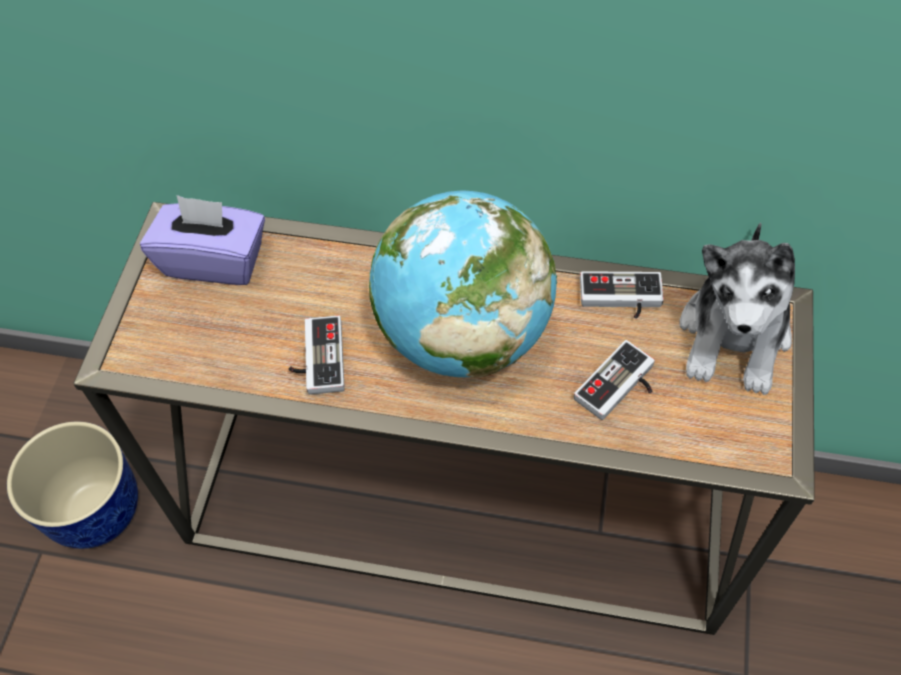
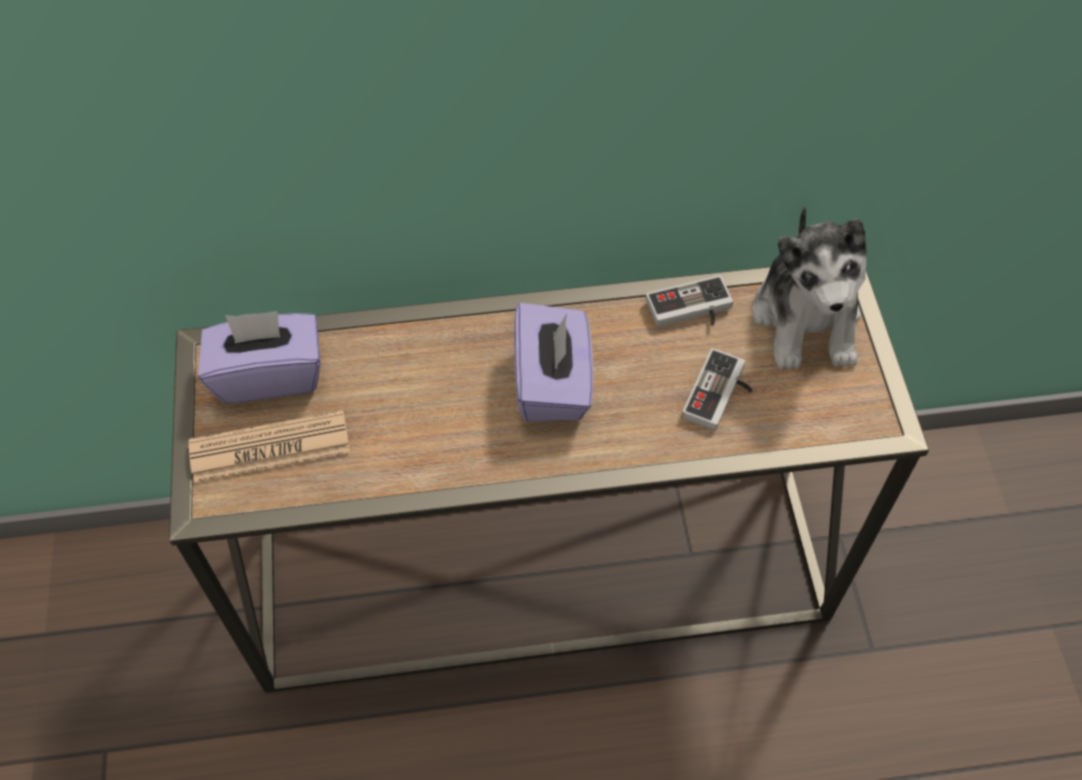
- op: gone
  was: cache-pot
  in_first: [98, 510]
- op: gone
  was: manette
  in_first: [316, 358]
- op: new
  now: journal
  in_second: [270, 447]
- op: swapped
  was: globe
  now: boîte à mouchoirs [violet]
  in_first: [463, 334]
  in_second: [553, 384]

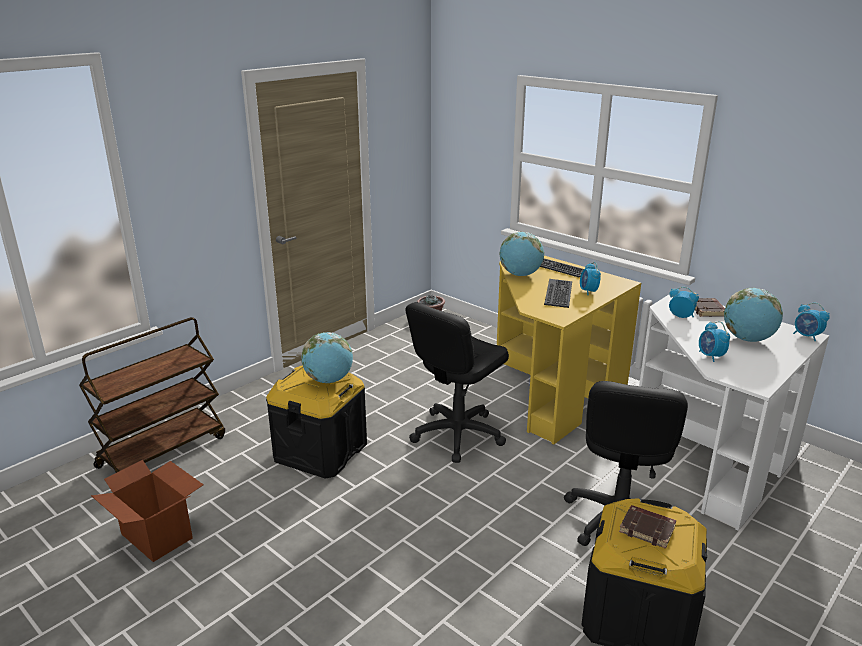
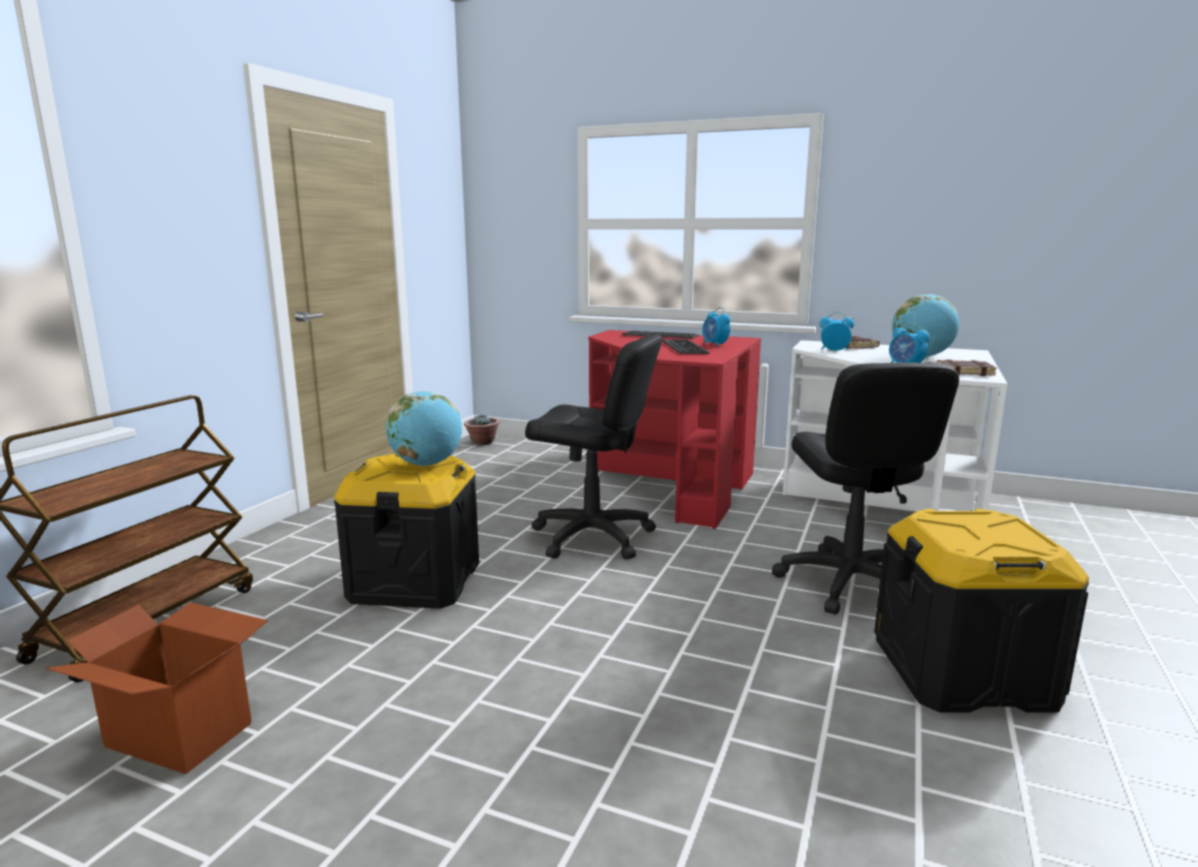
- op: gone
  was: globe
  in_first: [520, 275]
- op: gone
  was: réveil
  in_first: [806, 336]
- op: shifted
  was: livre [marron]
  in_first: [648, 529]
  in_second: [965, 372]
- op: repainted
  was: bureau [jaune]
  now: bureau [rouge]
  in_first: [549, 390]
  in_second: [669, 484]
- op: rotated
  was: chaise de bureau [noir]
  in_first: [457, 434]
  in_second: [592, 537]
  clockwise: -90

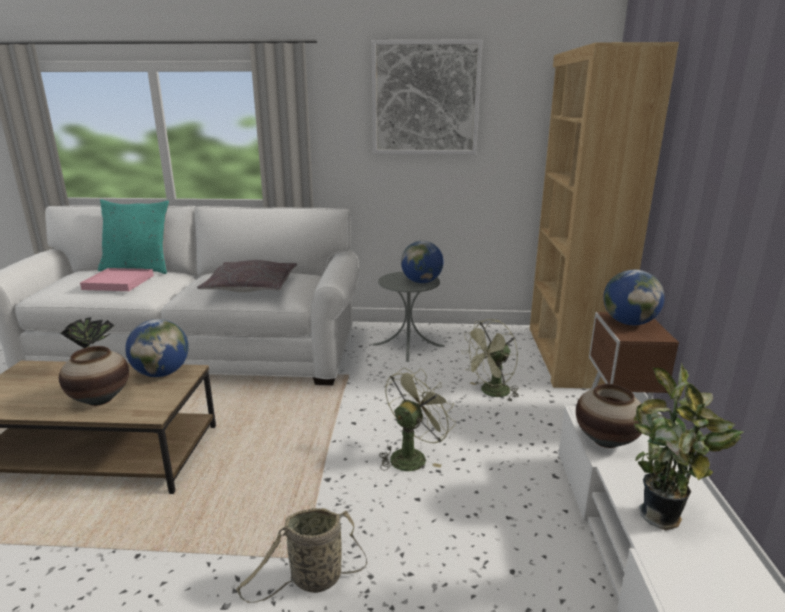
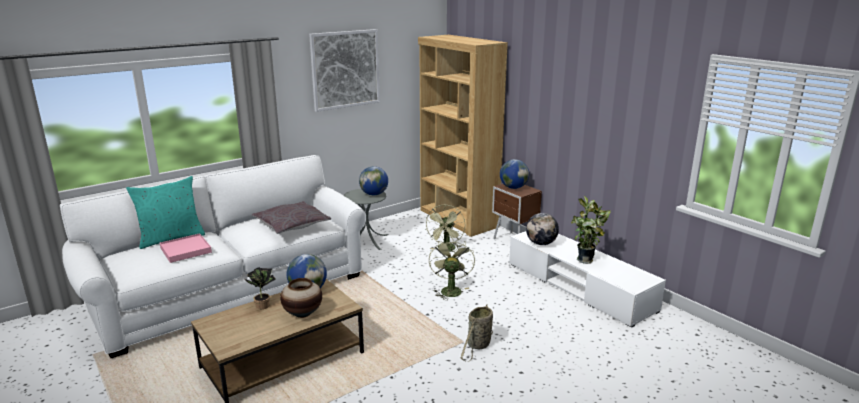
- op: swapped
  was: vase
  now: globe
  in_first: [605, 441]
  in_second: [541, 243]

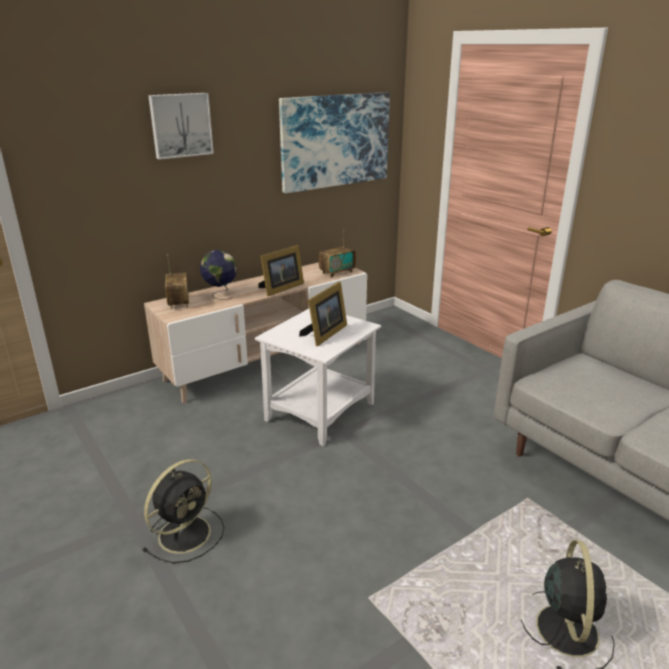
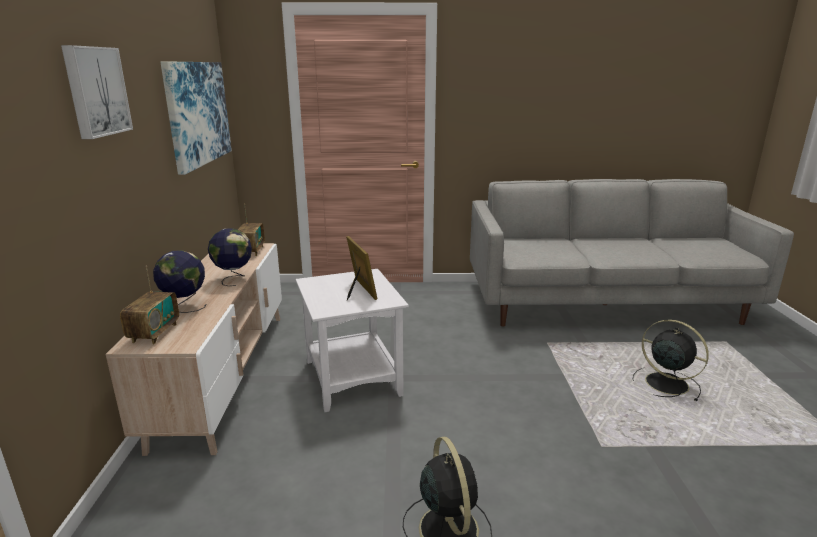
- op: swapped
  was: cadre photo
  now: globe
  in_first: [280, 288]
  in_second: [234, 279]
- op: rotated
  was: radio
  in_first: [178, 302]
  in_second: [154, 333]
  clockwise: 75

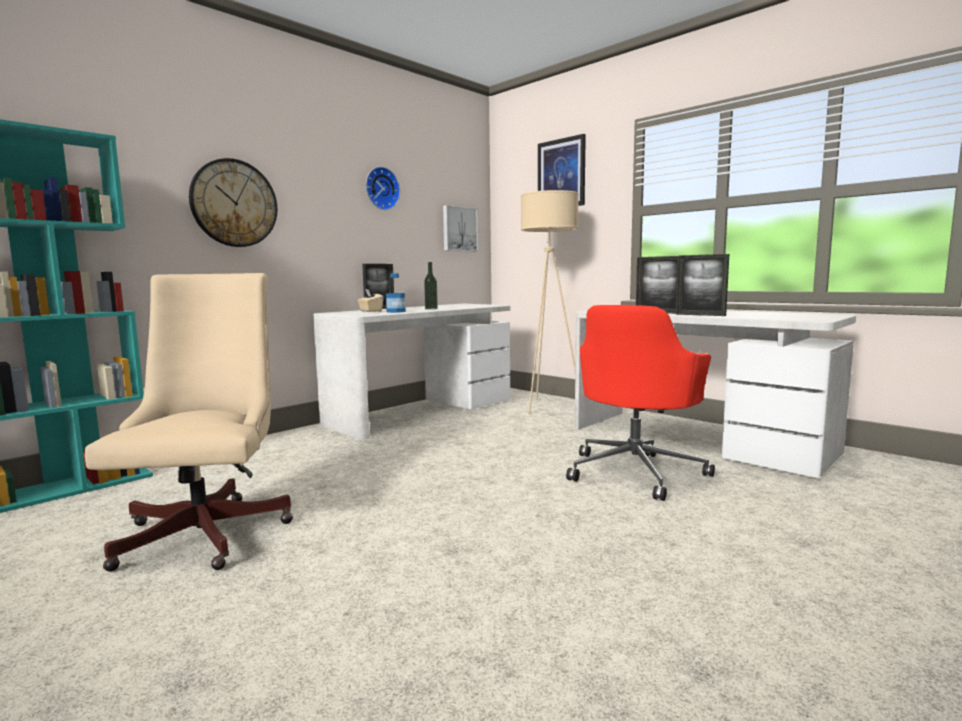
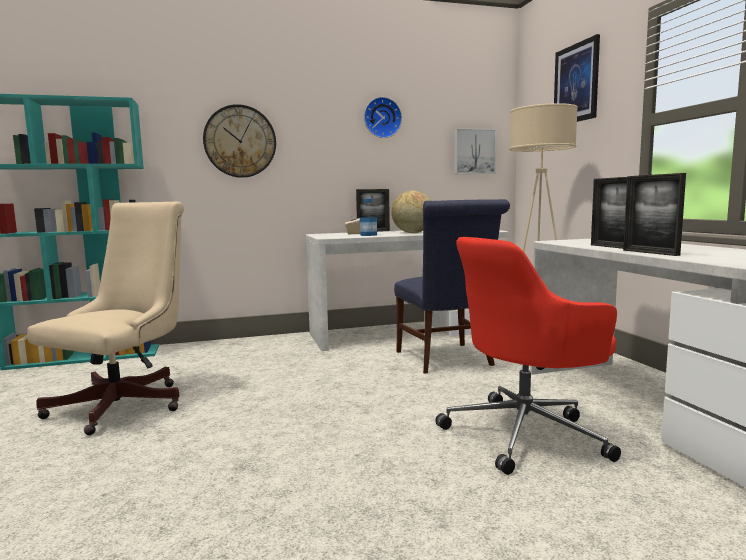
- op: new
  now: chaise [bleu]
  in_second: [447, 360]
- op: swapped
  was: bouteille
  now: globe
  in_first: [431, 309]
  in_second: [412, 233]

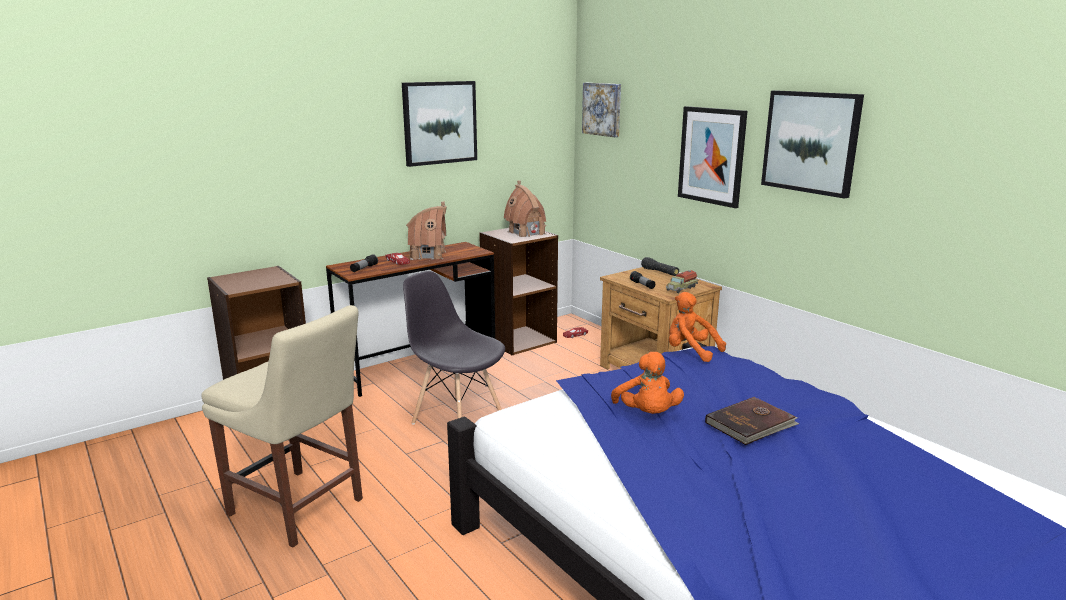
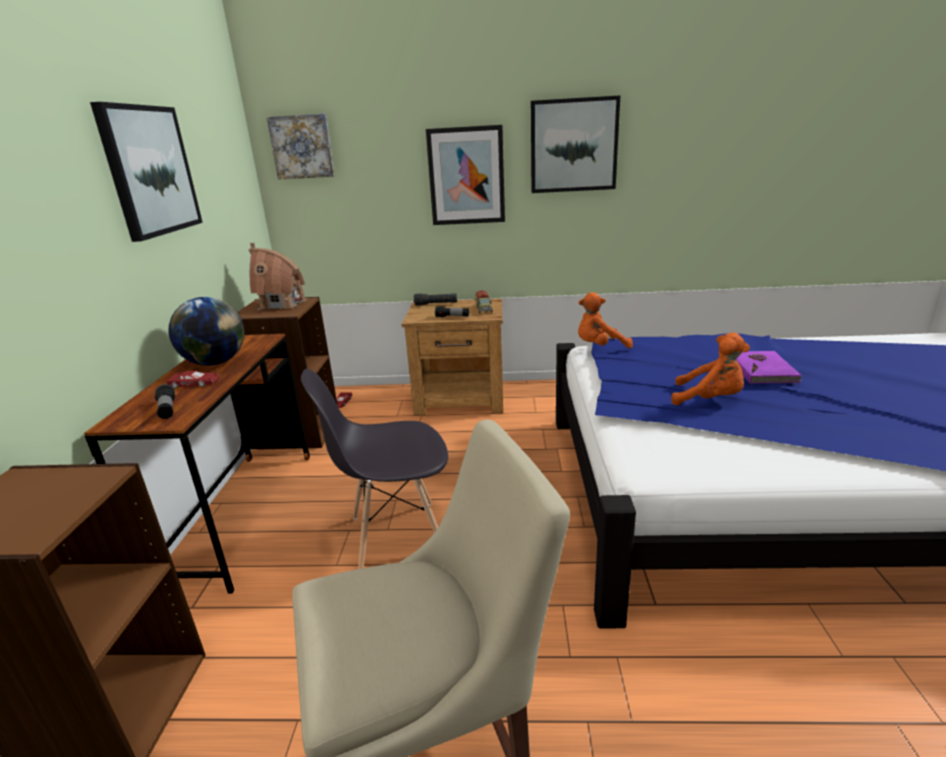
- op: swapped
  was: maison miniature
  now: globe
  in_first: [428, 255]
  in_second: [215, 362]
- op: repainted
  was: livre [marron]
  now: livre [violet]
  in_first: [751, 424]
  in_second: [762, 370]

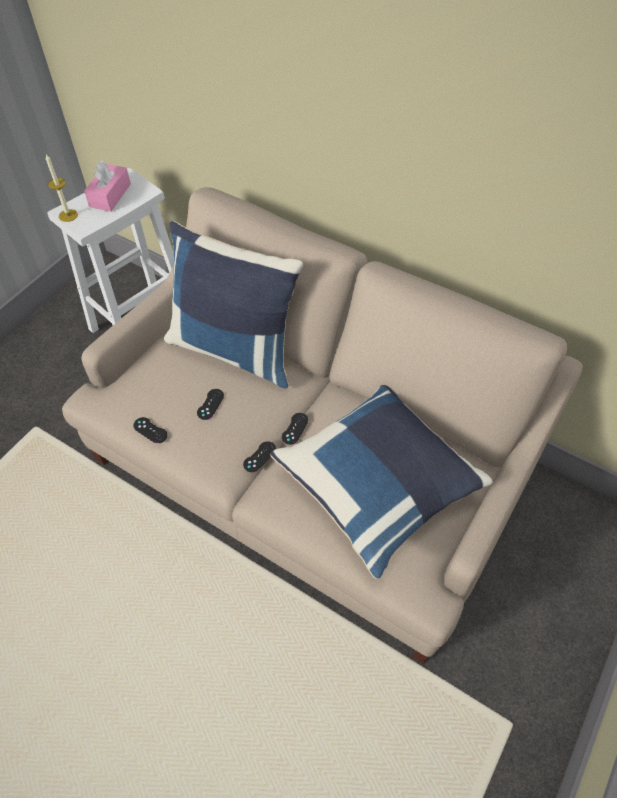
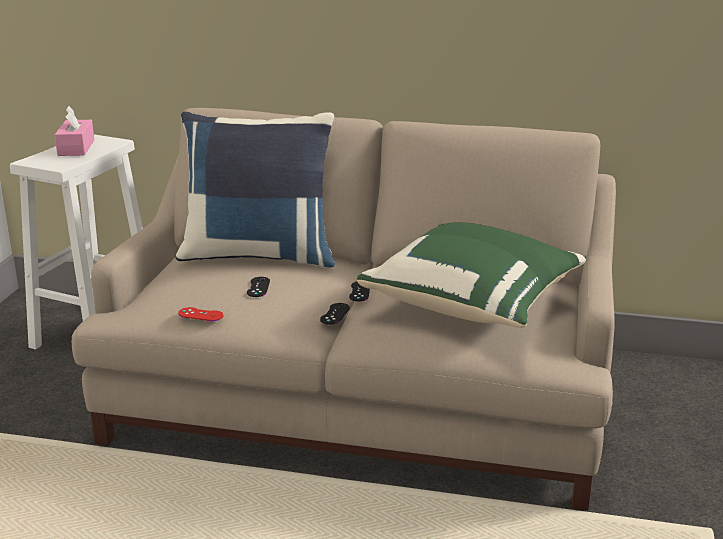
- op: gone
  was: bougie
  in_first: [68, 215]
- op: repainted
  was: manette [noir]
  now: manette [rouge]
  in_first: [150, 430]
  in_second: [200, 314]
- op: repainted
  was: coussin [bleu]
  now: coussin [vert]
  in_first: [378, 486]
  in_second: [474, 304]

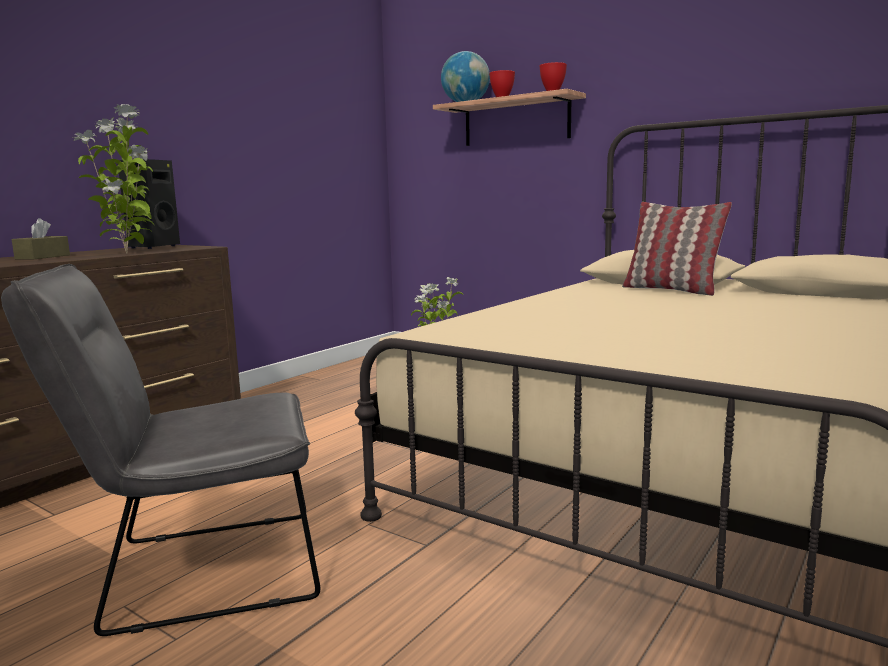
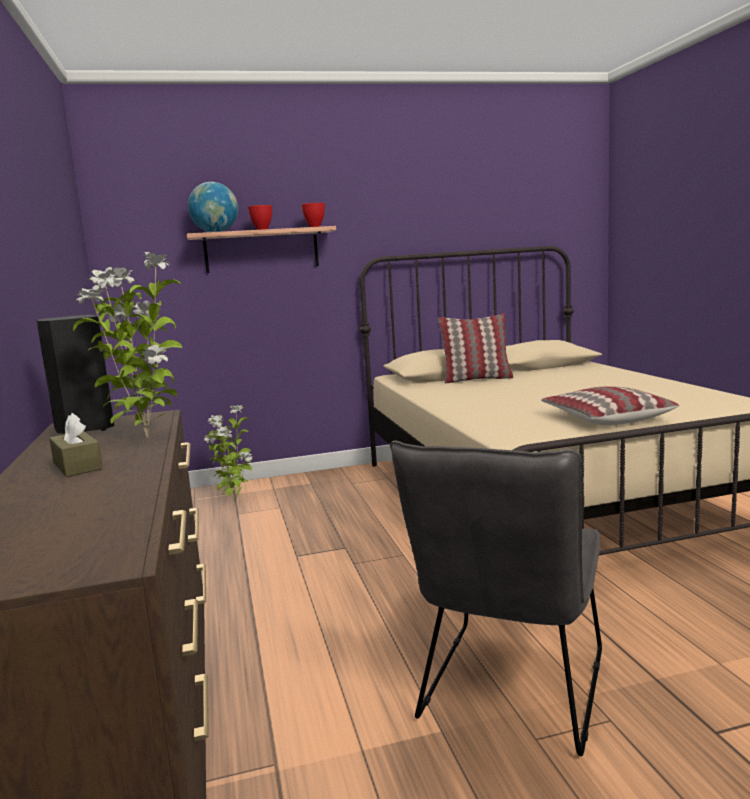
- op: new
  now: coussin
  in_second: [606, 418]

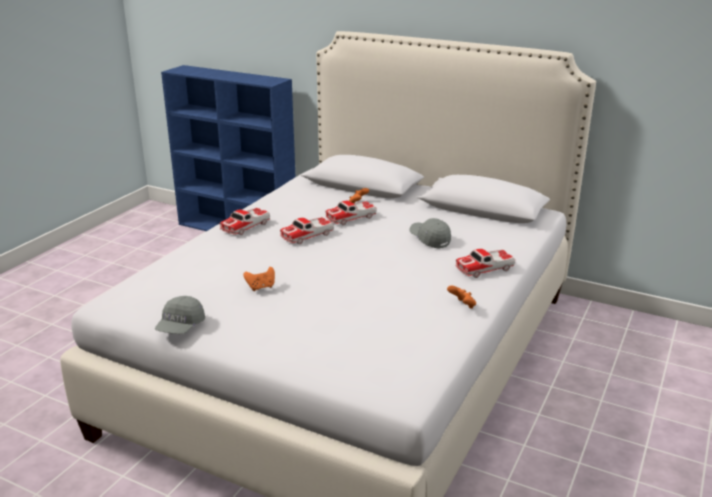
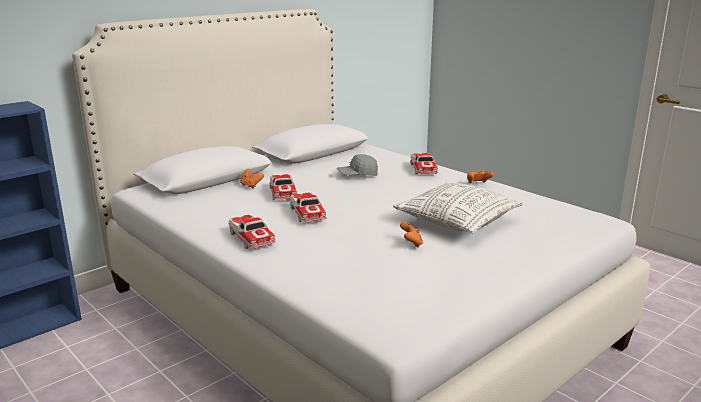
- op: gone
  was: casquette [gris]
  in_first: [180, 327]
- op: new
  now: coussin
  in_second: [457, 221]

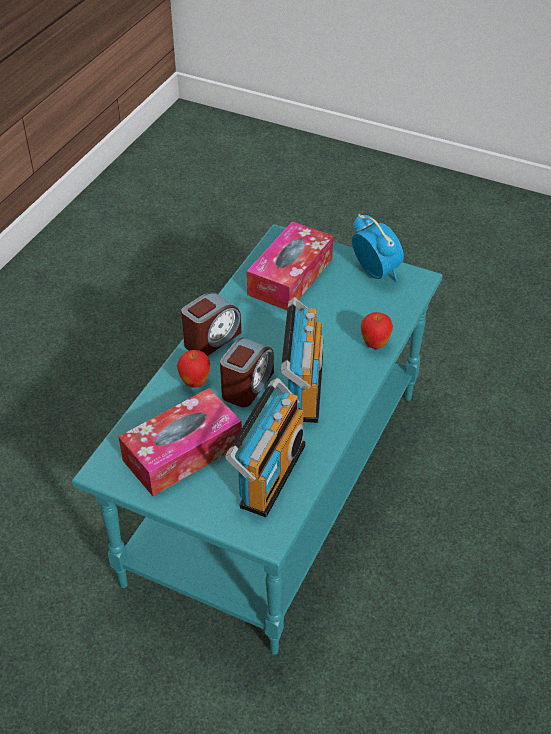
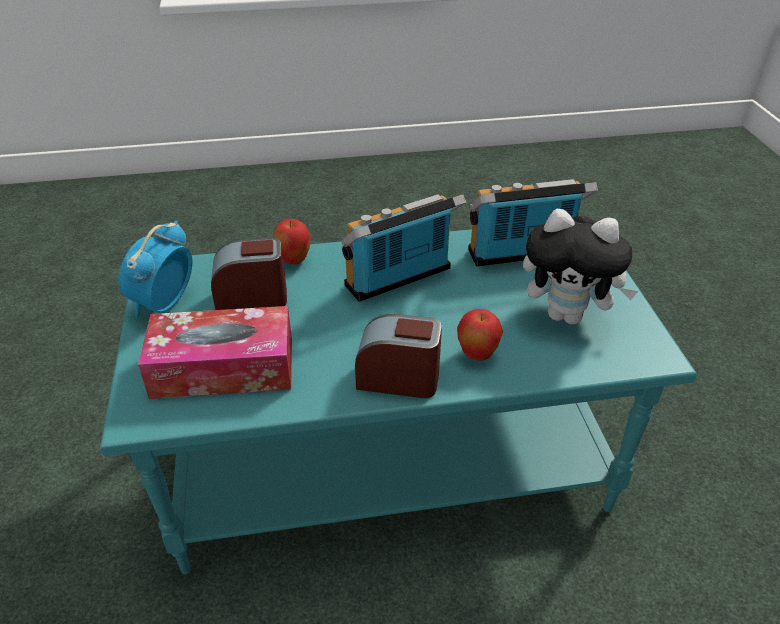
- op: shifted
  was: réveil
  in_first: [247, 385]
  in_second: [252, 298]
- op: swapped
  was: boîte à mouchoirs
  now: peluche
  in_first: [182, 452]
  in_second: [568, 315]

